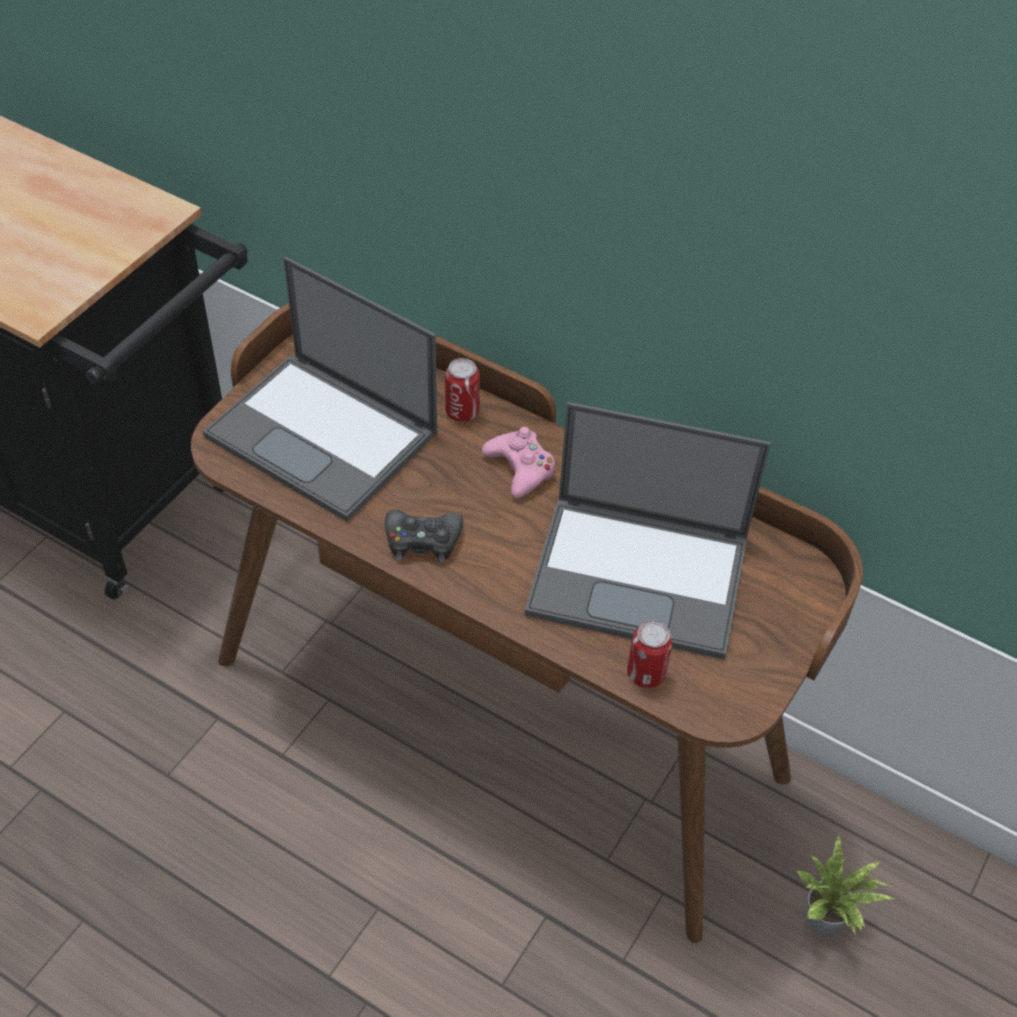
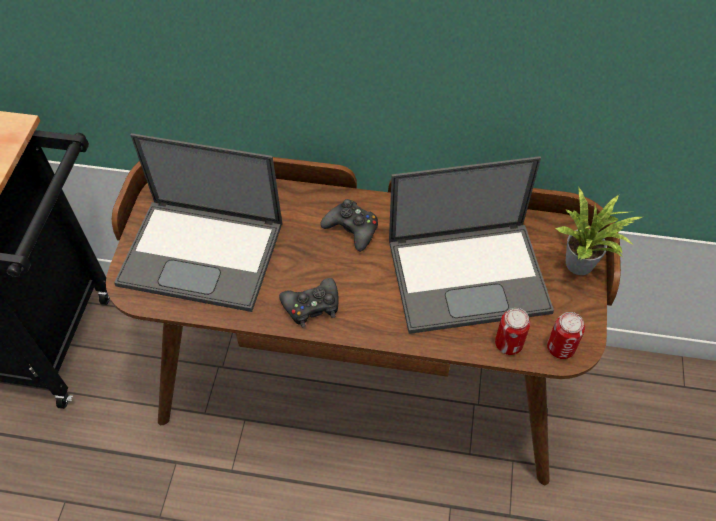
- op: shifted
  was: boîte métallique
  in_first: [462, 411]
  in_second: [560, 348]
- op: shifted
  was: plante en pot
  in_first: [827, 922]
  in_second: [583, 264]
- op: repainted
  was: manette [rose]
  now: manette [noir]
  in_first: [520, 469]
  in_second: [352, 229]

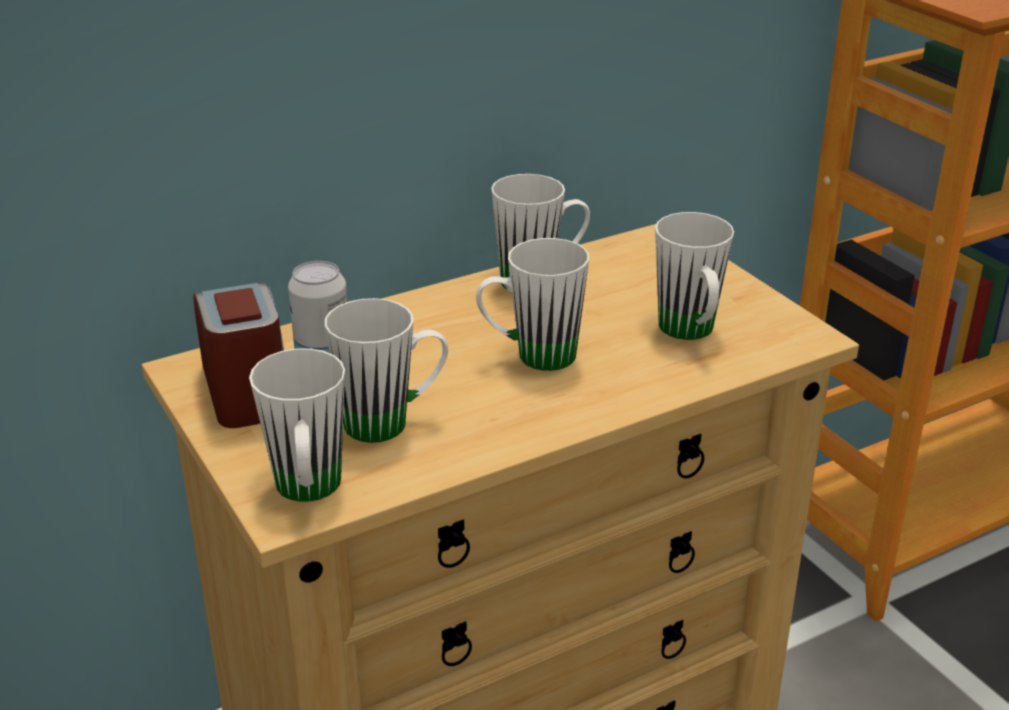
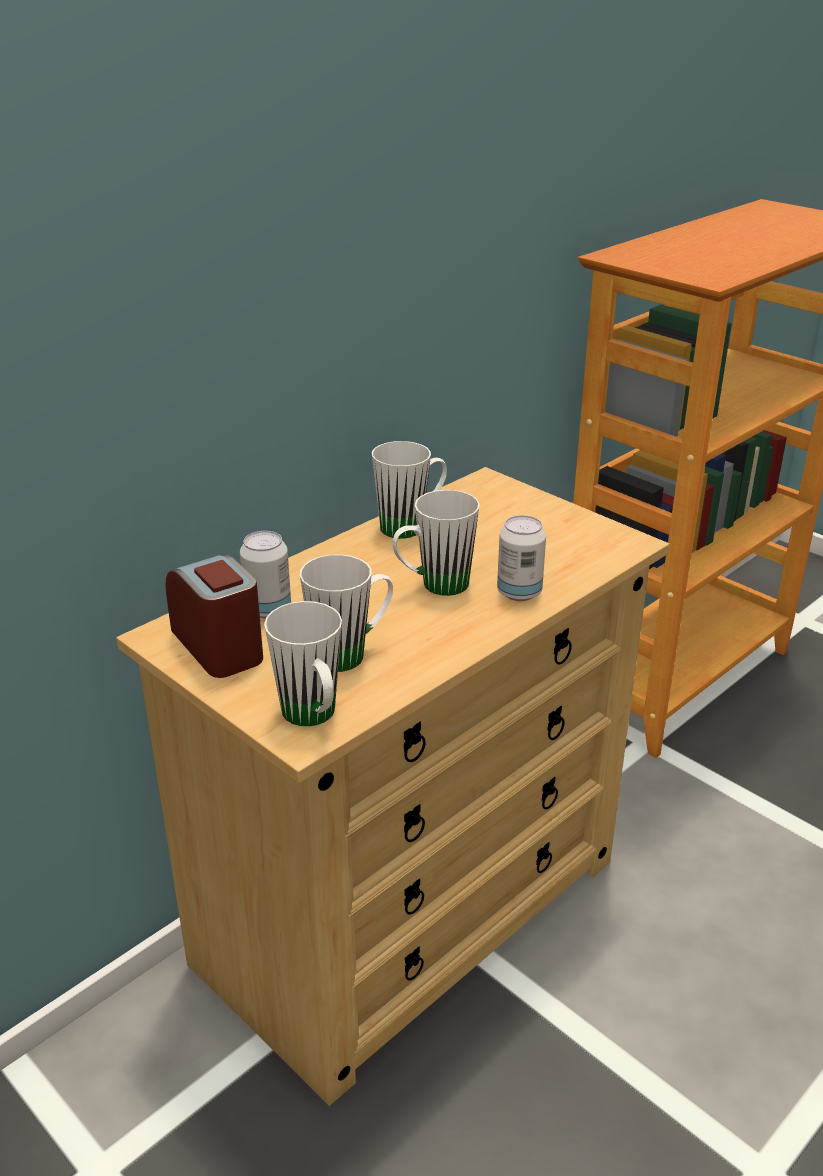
- op: gone
  was: mug [blanc]
  in_first: [690, 334]
- op: new
  now: boîte métallique
  in_second: [519, 592]

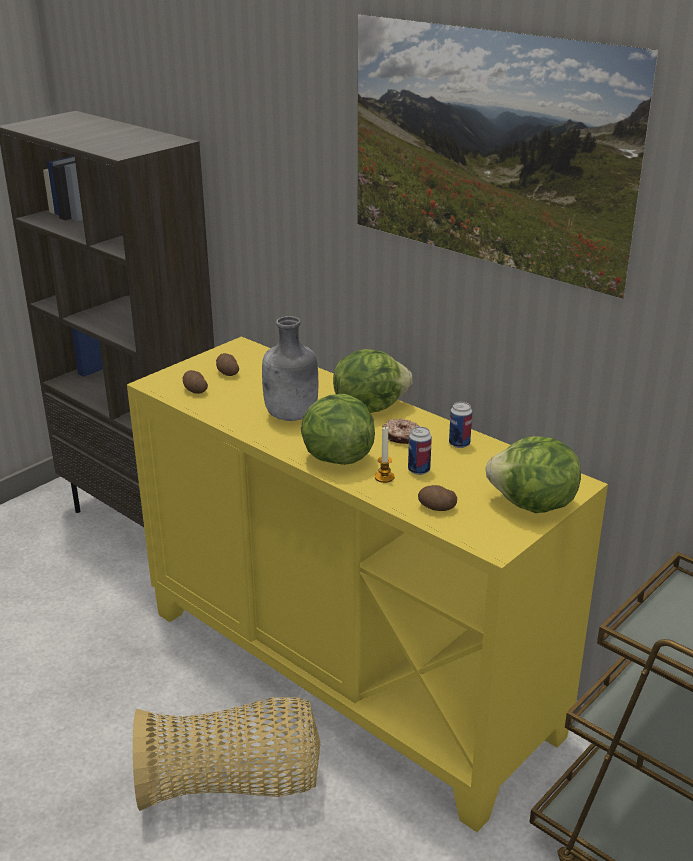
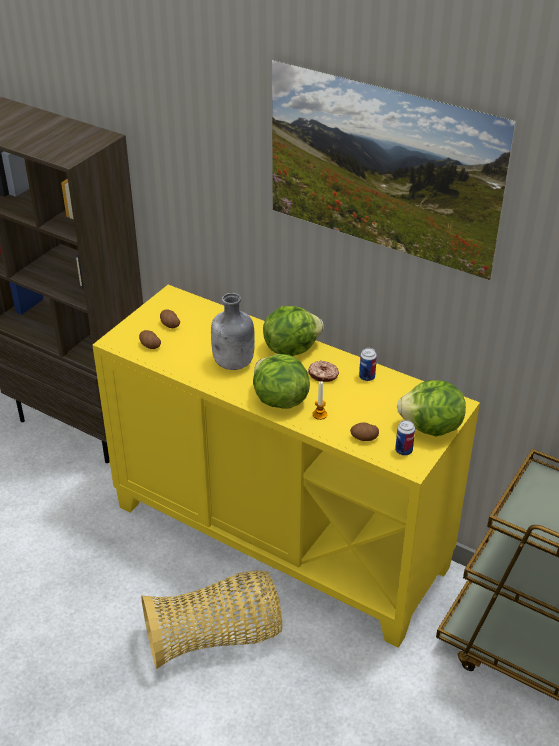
- op: shifted
  was: boîte métallique
  in_first: [419, 470]
  in_second: [403, 450]

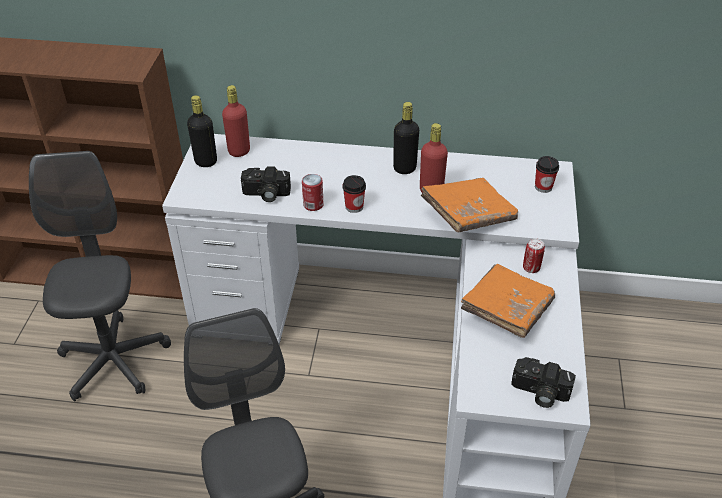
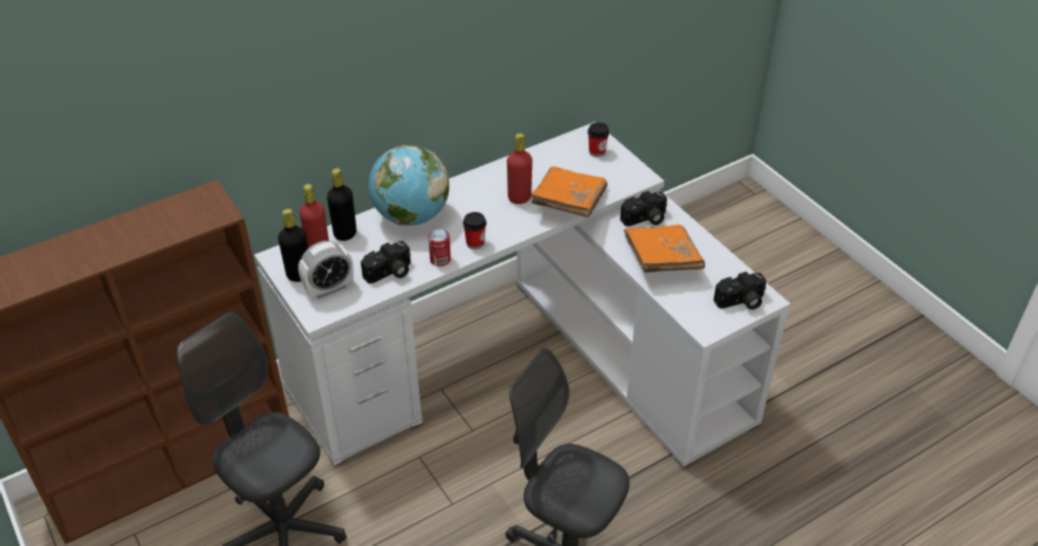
- op: new
  now: réveil
  in_second: [329, 288]
- op: new
  now: globe
  in_second: [411, 216]
- op: shifted
  was: bouteille [noir]
  in_first: [404, 168]
  in_second: [345, 234]
- op: swapped
  was: boîte métallique
  now: appareil photo
  in_first: [531, 268]
  in_second: [645, 219]

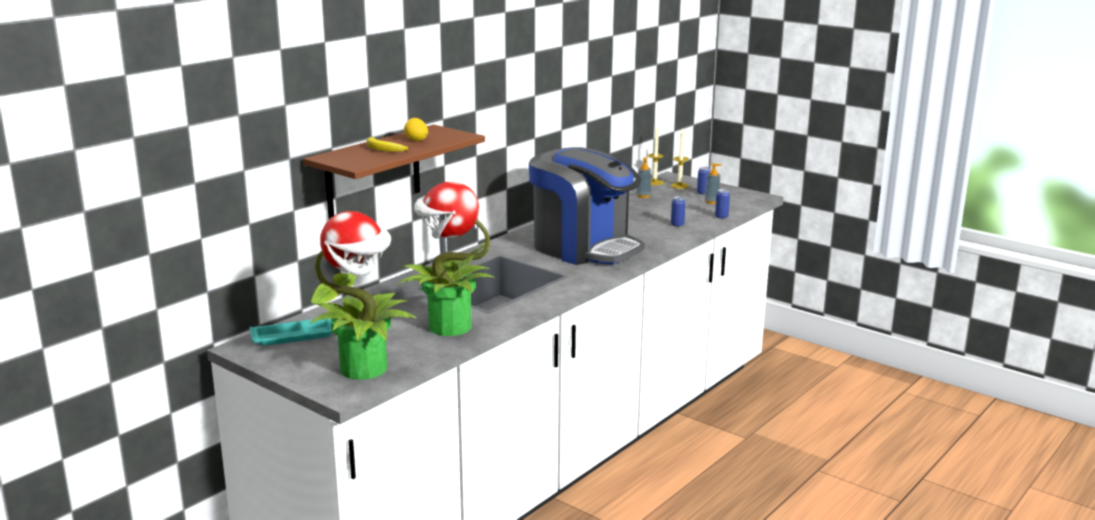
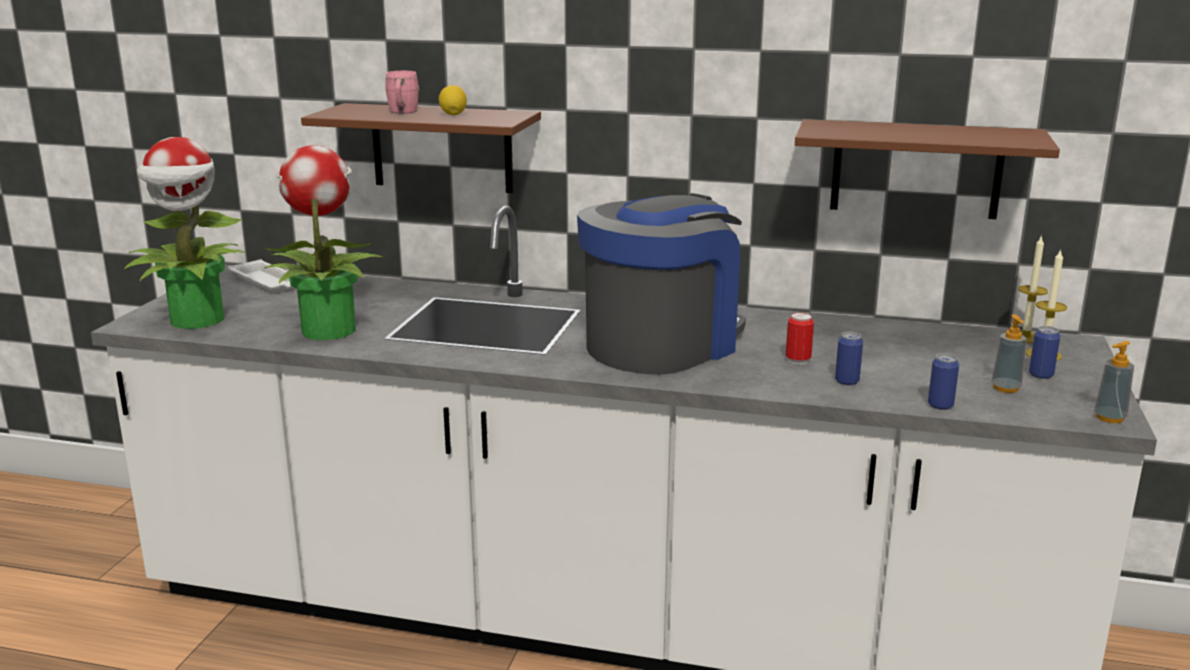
- op: new
  now: boîte métallique
  in_second: [798, 360]
- op: new
  now: étagère [marron]
  in_second: [916, 169]
- op: shifted
  was: distributeur de savon
  in_first: [643, 196]
  in_second: [1109, 418]
- op: swapped
  was: banane
  now: mug [rose]
  in_first: [384, 149]
  in_second: [402, 112]
- op: repainted
  was: plateau [turquoise]
  now: plateau [blanc]
  in_first: [295, 336]
  in_second: [267, 282]
- op: rotated
  was: machine à café
  in_first: [584, 248]
  in_second: [662, 344]
  clockwise: -150

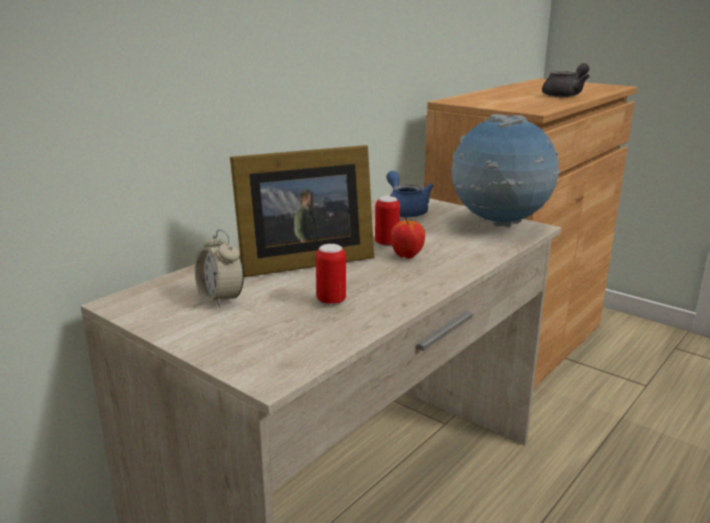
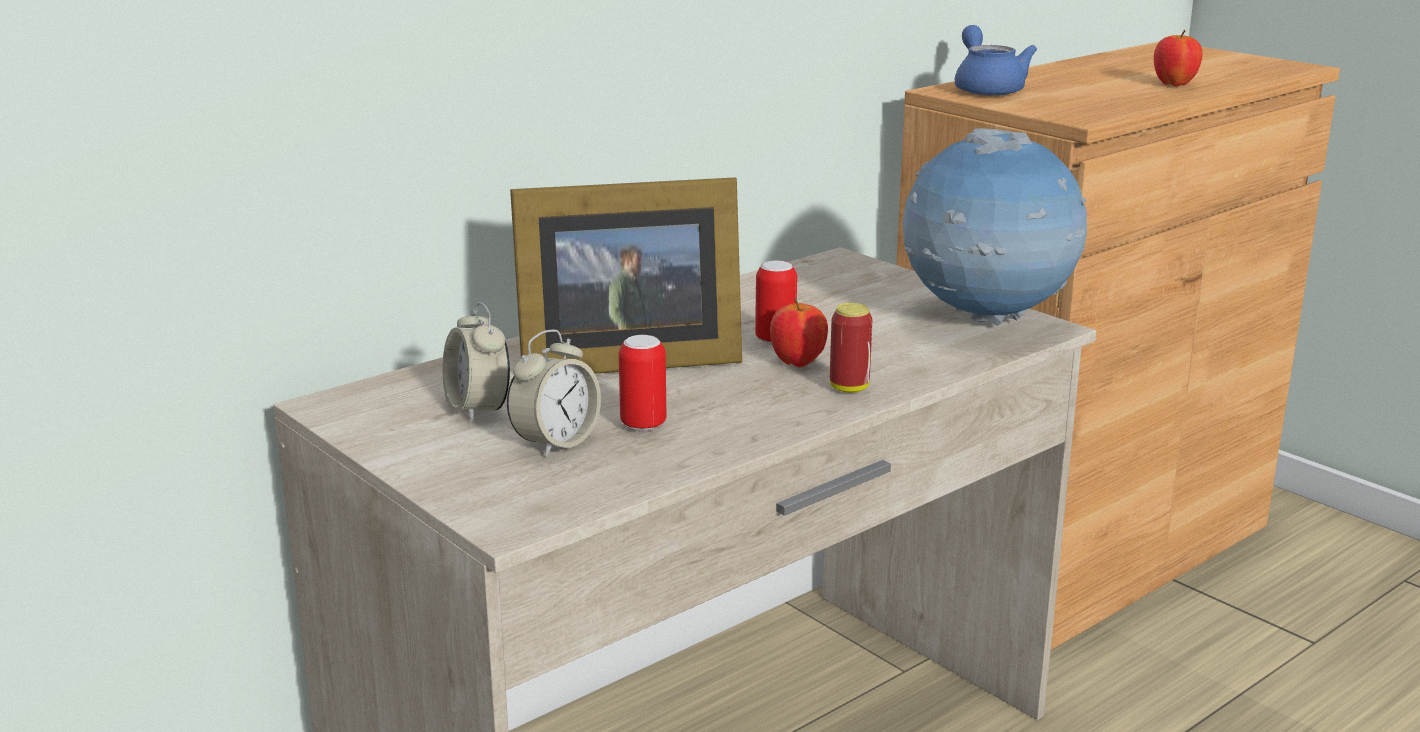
- op: new
  now: réveil
  in_second: [555, 443]
- op: new
  now: boîte métallique
  in_second: [849, 388]
- op: shifted
  was: théière [bleu]
  in_first: [405, 210]
  in_second: [987, 88]
- op: swapped
  was: théière [gris]
  now: pomme
  in_first: [565, 95]
  in_second: [1174, 84]

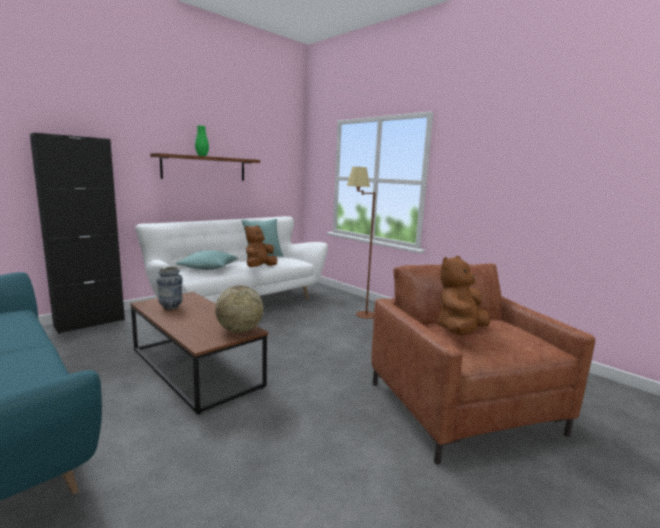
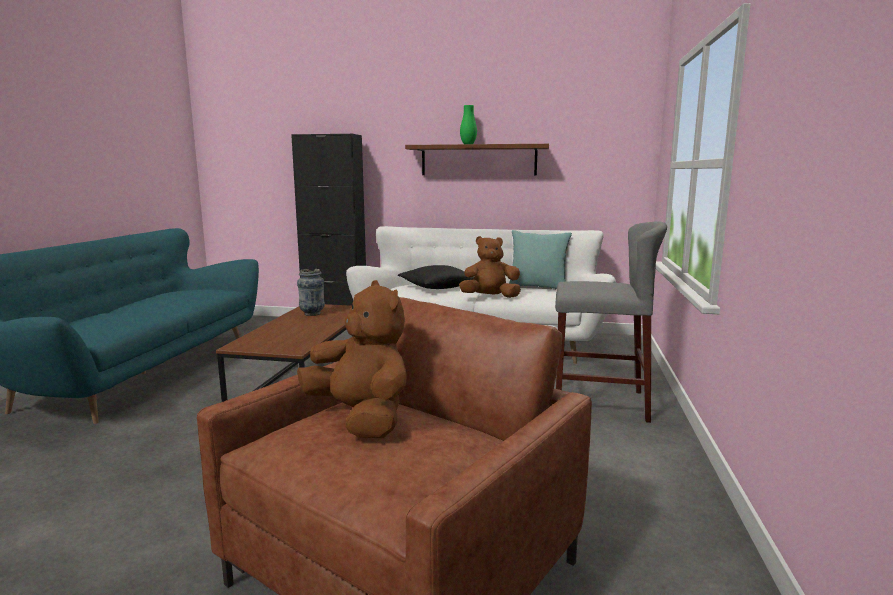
- op: gone
  was: globe
  in_first: [239, 330]
- op: swapped
  was: lampadaire [marron]
  now: tabouret [gris]
  in_first: [357, 313]
  in_second: [599, 402]
- op: repainted
  was: coussin [turquoise]
  now: coussin [noir]
  in_first: [208, 268]
  in_second: [436, 288]
- op: rotated
  was: peluche [marron]
  in_first: [460, 331]
  in_second: [361, 418]
  clockwise: 45

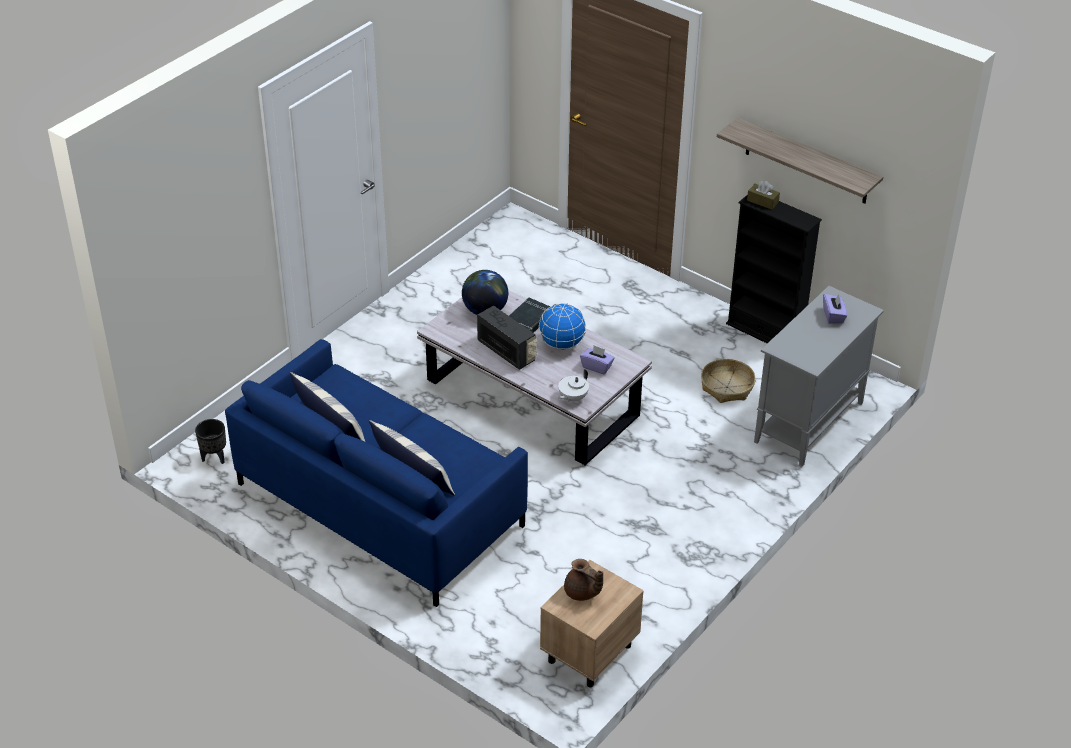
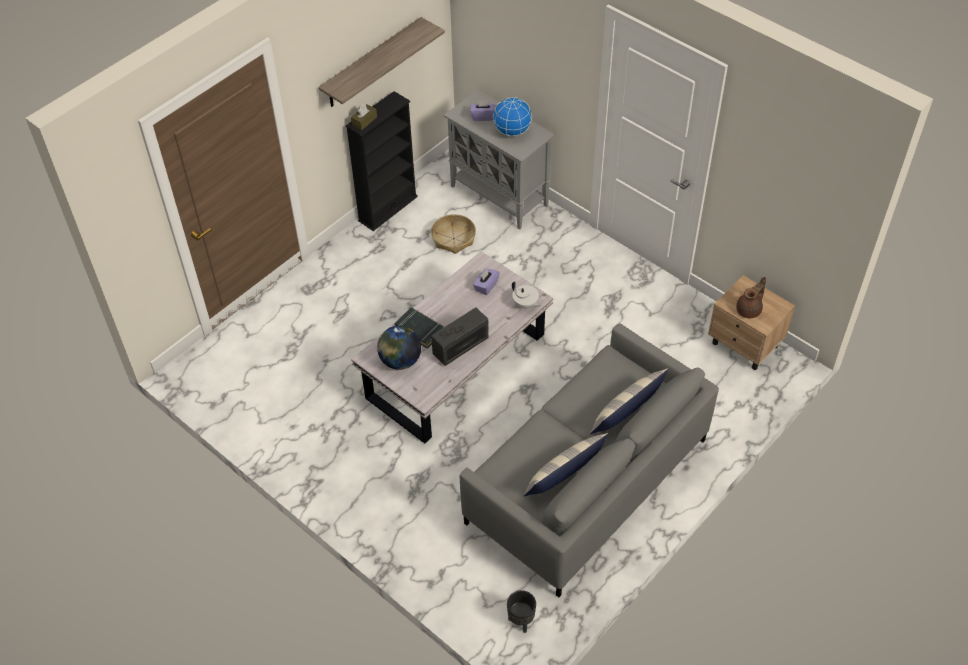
- op: shifted
  was: globe
  in_first: [562, 344]
  in_second: [512, 131]
- op: repainted
  was: canapé [bleu]
  now: canapé [gris]
  in_first: [380, 504]
  in_second: [586, 480]

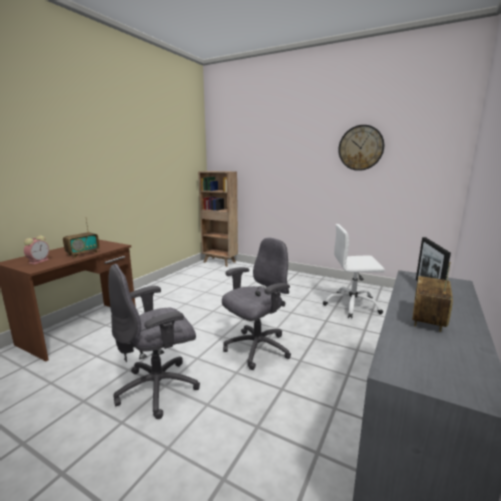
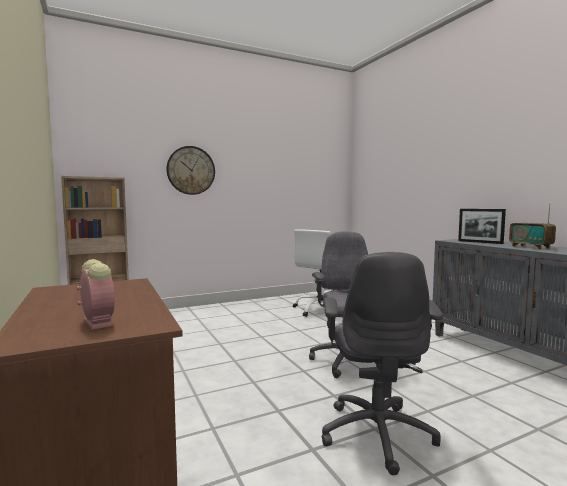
- op: gone
  was: radio
  in_first: [83, 253]
- op: shifted
  was: horloge murale
  in_first: [360, 148]
  in_second: [191, 170]

